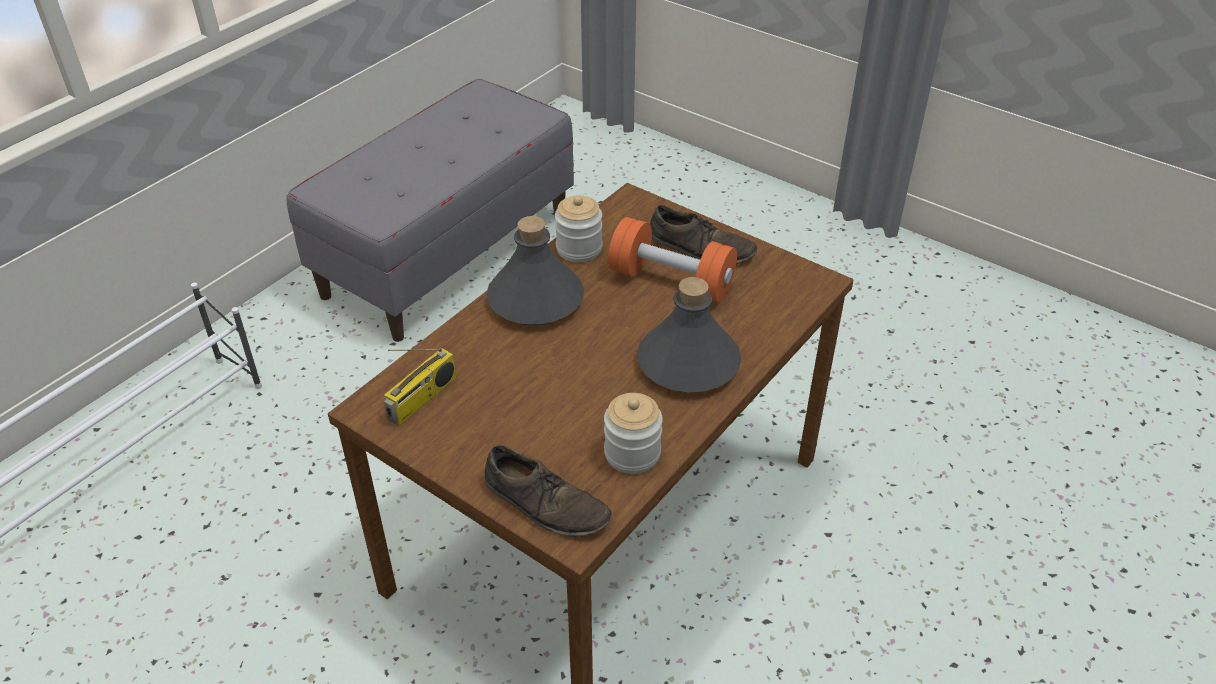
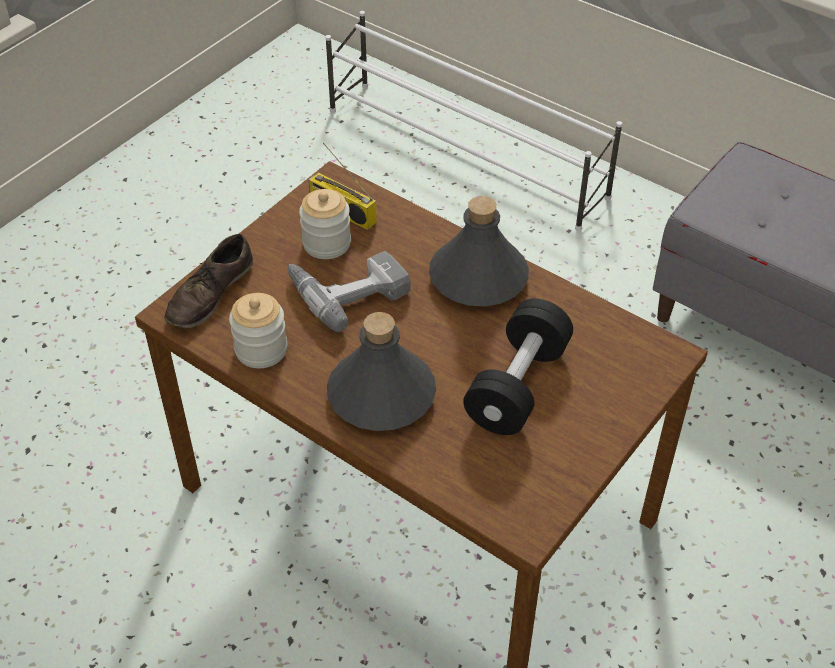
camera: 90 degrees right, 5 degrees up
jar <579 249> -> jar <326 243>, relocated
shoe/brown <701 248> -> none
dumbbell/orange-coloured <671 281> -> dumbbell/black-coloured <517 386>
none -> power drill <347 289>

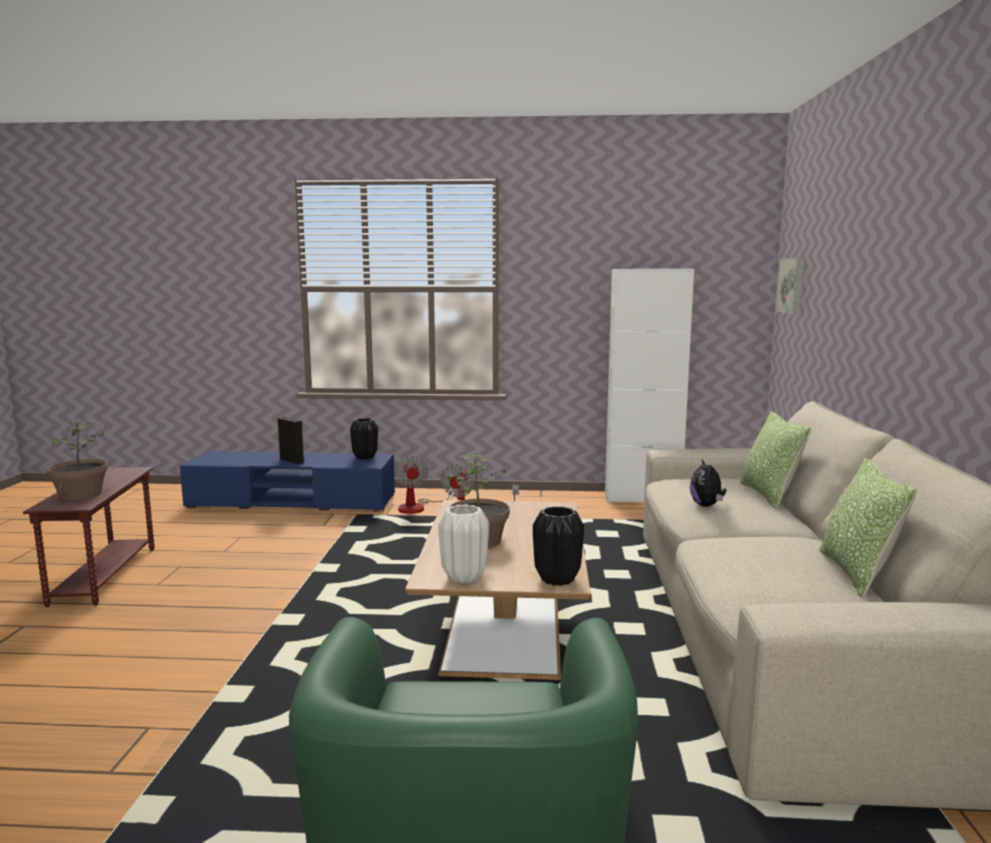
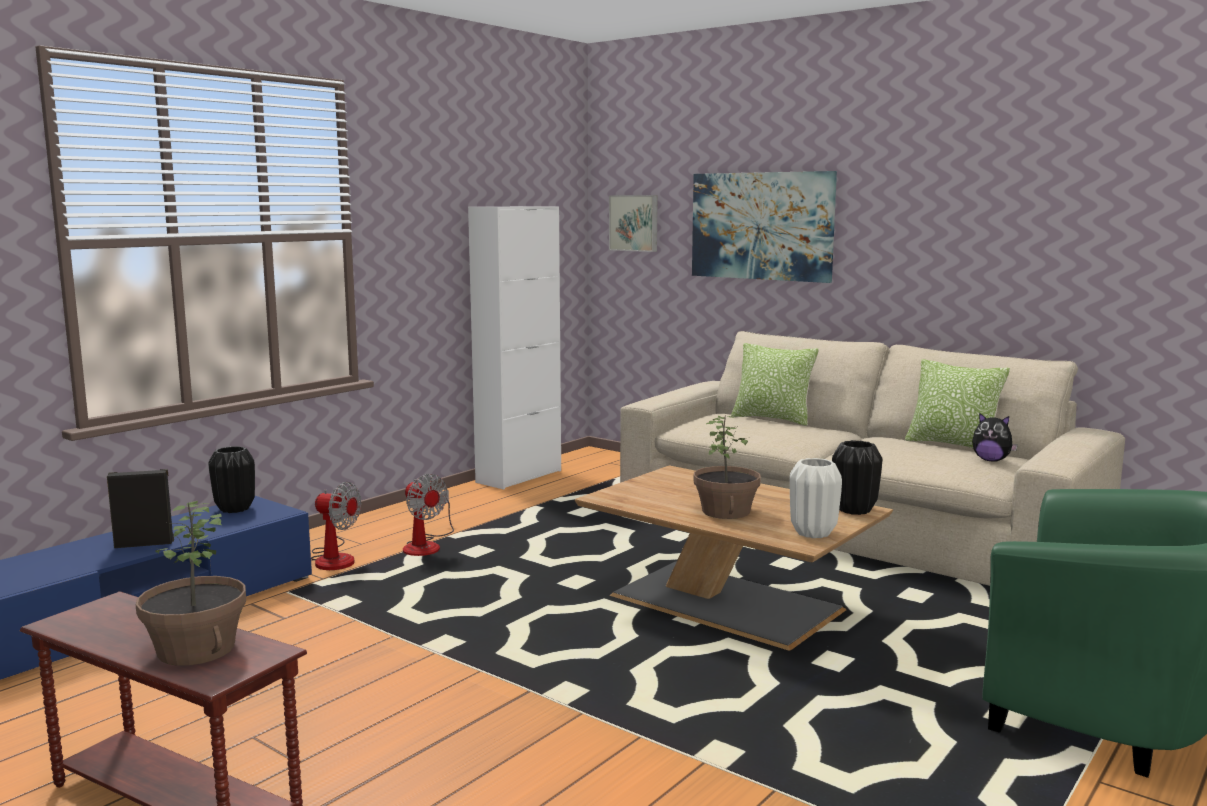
camera: 55 degrees left, 0 degrees up
cuddly toy <706 505> -> cuddly toy <991 460>, relocated
none -> wall picture <761 226>

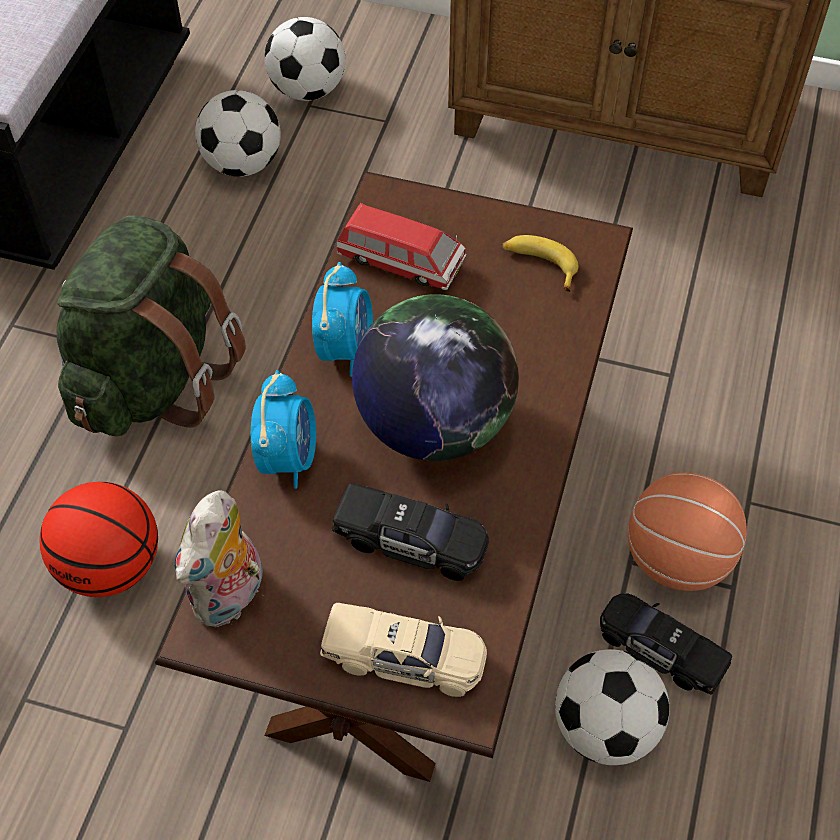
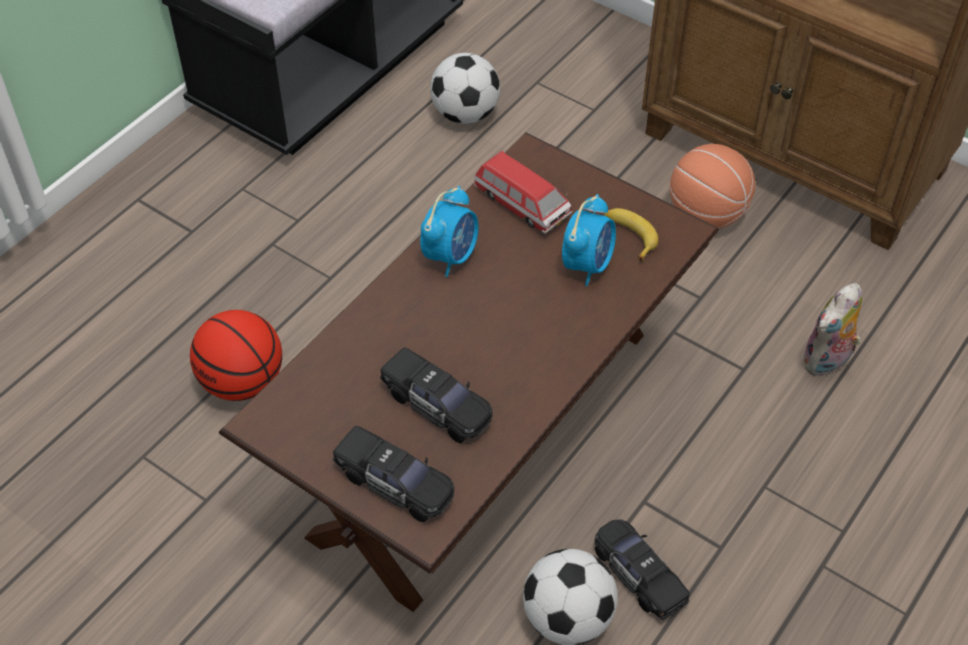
camera: 20 degrees right, 5 degrees down
ball for football <307 89> -> none
knapsack/green-coloured <153 379> -> none
world globe <434 423> -> none
table clock <288 457> -> table clock <587 264>, relocated
ball for basketball <678 558> -> ball for basketball <707 215>, relocated
cuddly toy <230 597> -> cuddly toy <827 362>, relocated
model car/beige-coloured <404 657> -> model car/black-coloured <395 483>

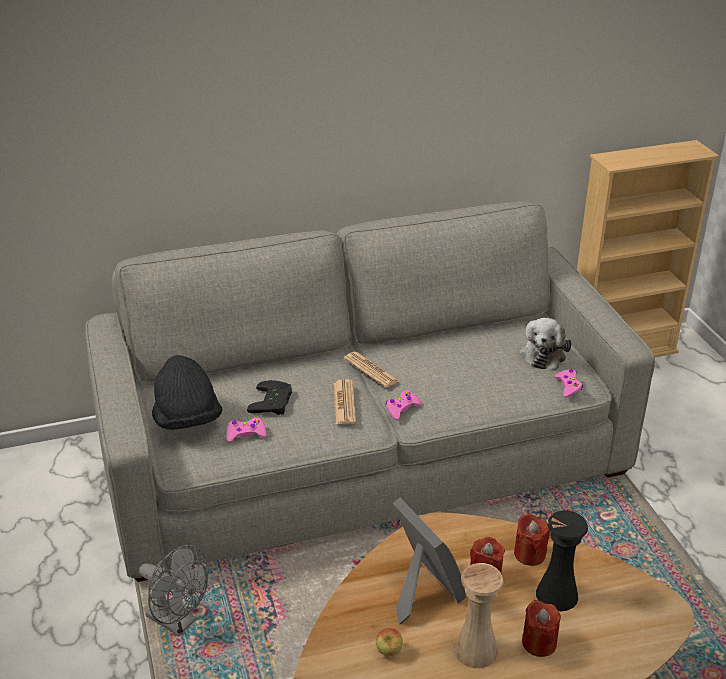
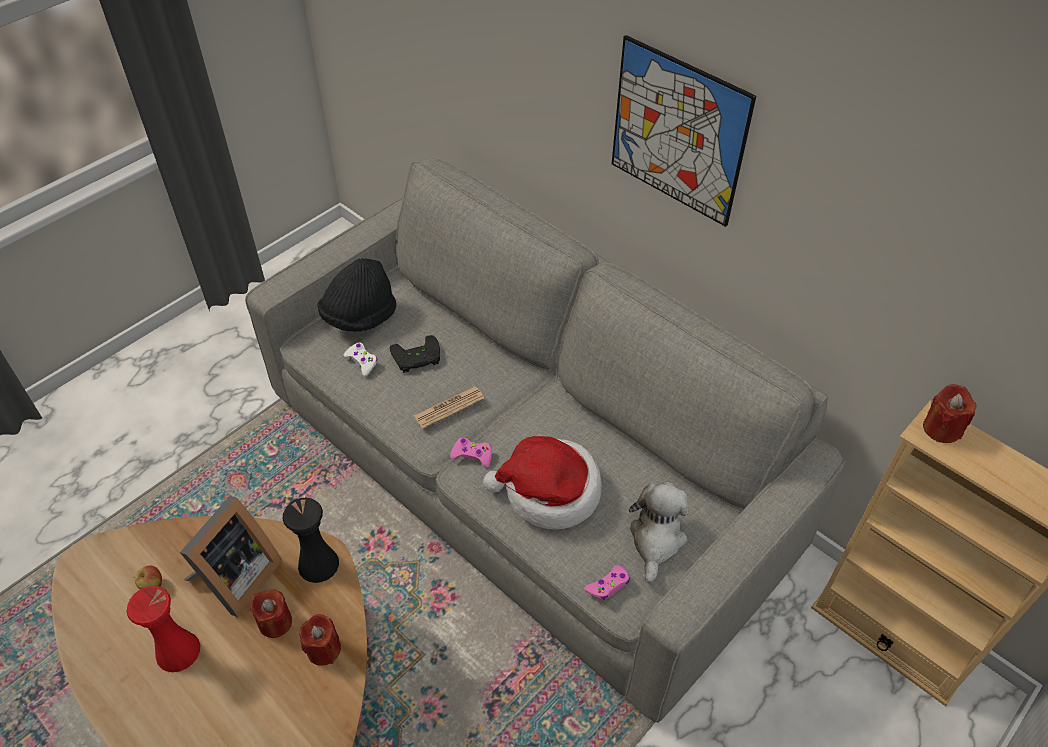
camera: 60 degrees right, 15 degrees up
cuddly toy <543 354> -> cuddly toy <656 539>, 120 degrees clockwise
daily paper <371 370> -> none
game controller/pink-coloured <246 434> -> game controller/white <362 361>
flower vase/black-coloured <557 595> -> flower vase/black-coloured <318 564>, relocated
electric fan/greyish <178 622> -> none
flower vase/beige-coloured <475 650> -> flower vase/reddish <178 651>
wax light/reddish <539 643> -> wax light/reddish <941 428>, relocated
none -> wall picture <678 132>
none -> clothing hat <549 492>

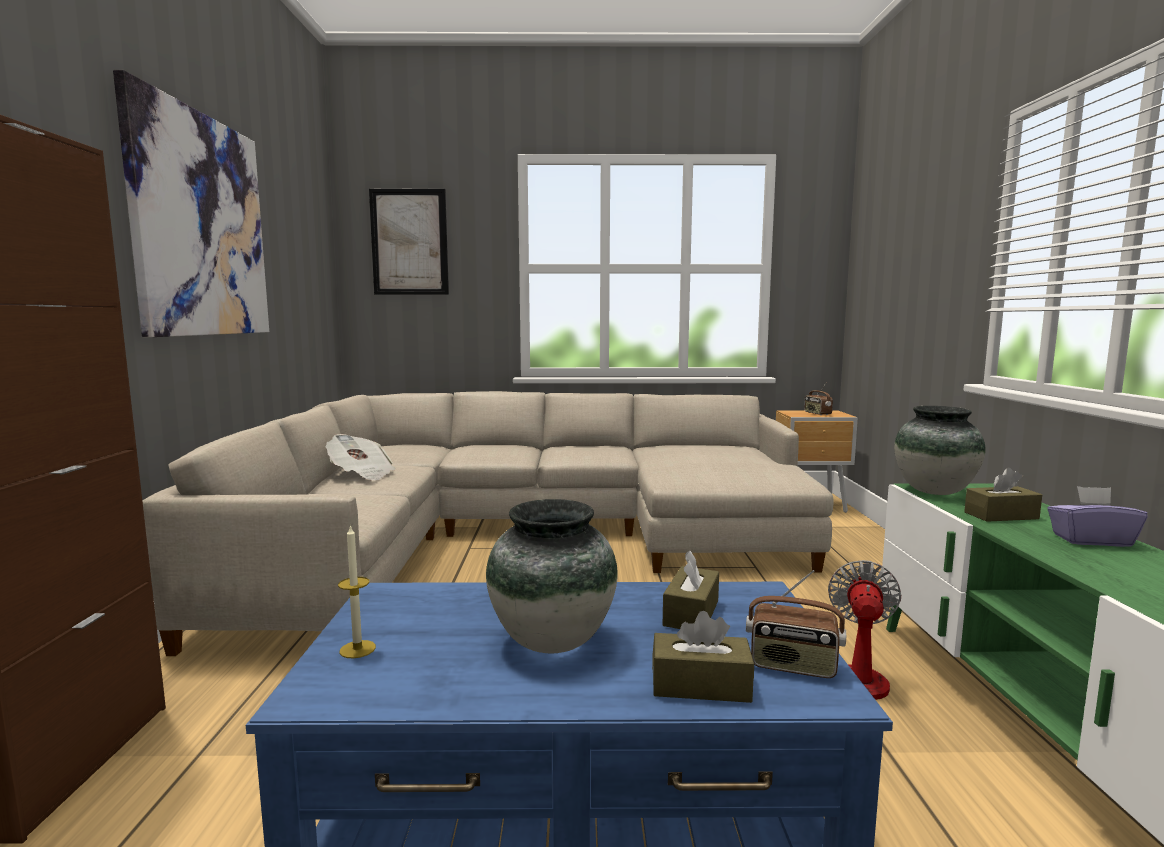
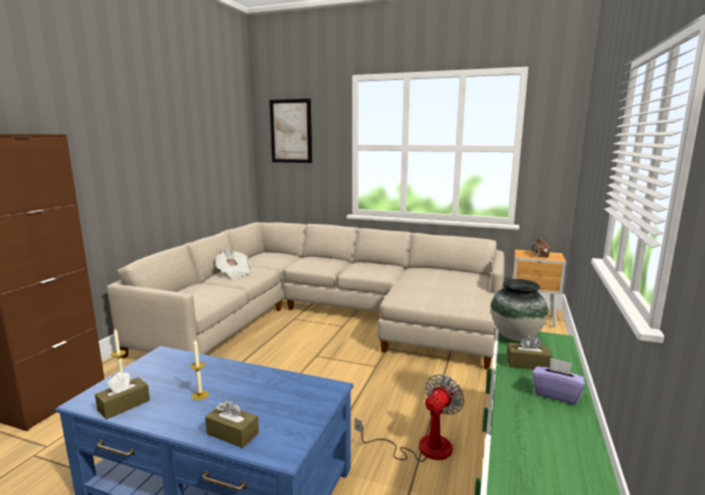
camera: 20 degrees right, 5 degrees up
wall picture <201 225> -> none
flower vase <553 641> -> wax light <200 395>
box of tissues/brown <691 613> -> box of tissues/brown <124 405>, relocated
radio <792 666> -> none

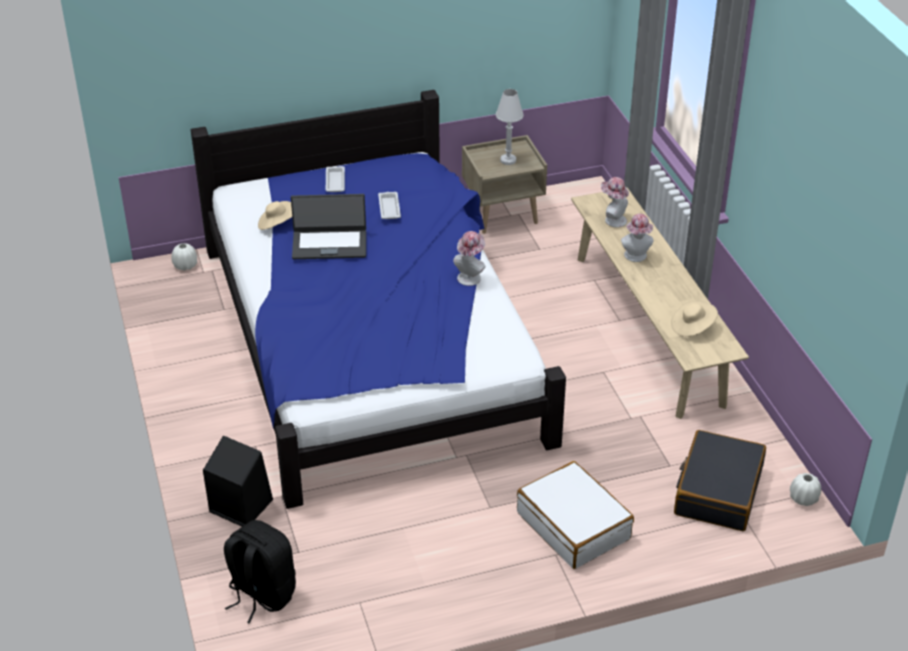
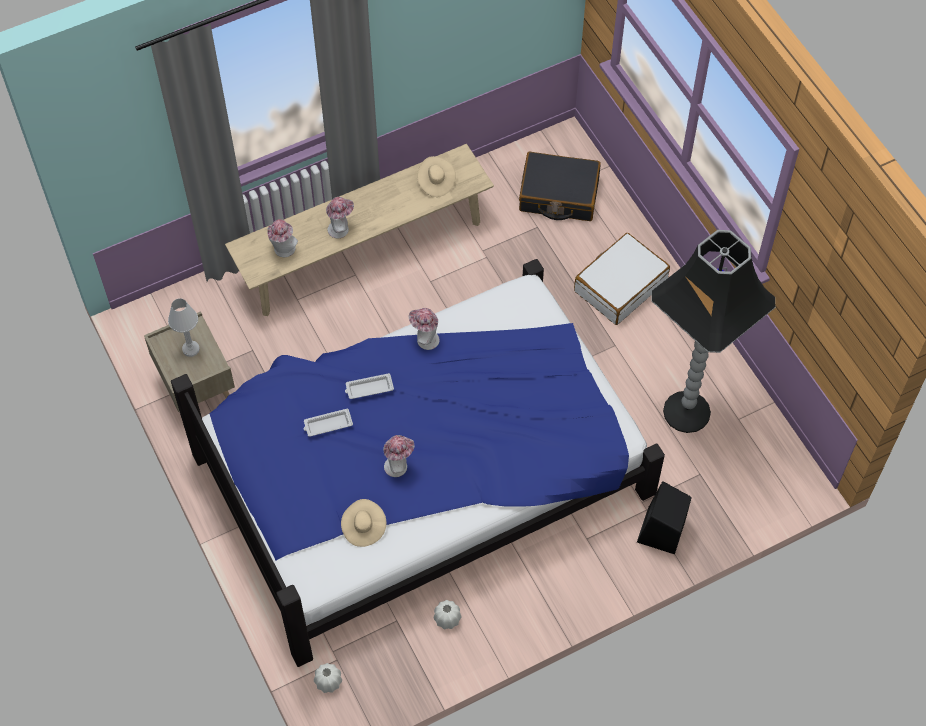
camera: 100 degrees left, 20 degrees up
carrying tray/white <335 181> -> carrying tray/white <368 388>, relocated
laptop <329 244> -> clothing hat <399 465>
flower vase/white <803 498> -> flower vase/white <447 618>, relocated
knapsack/black-coloured <261 594> -> none
none -> floor lamp/black-coloured <686 413>

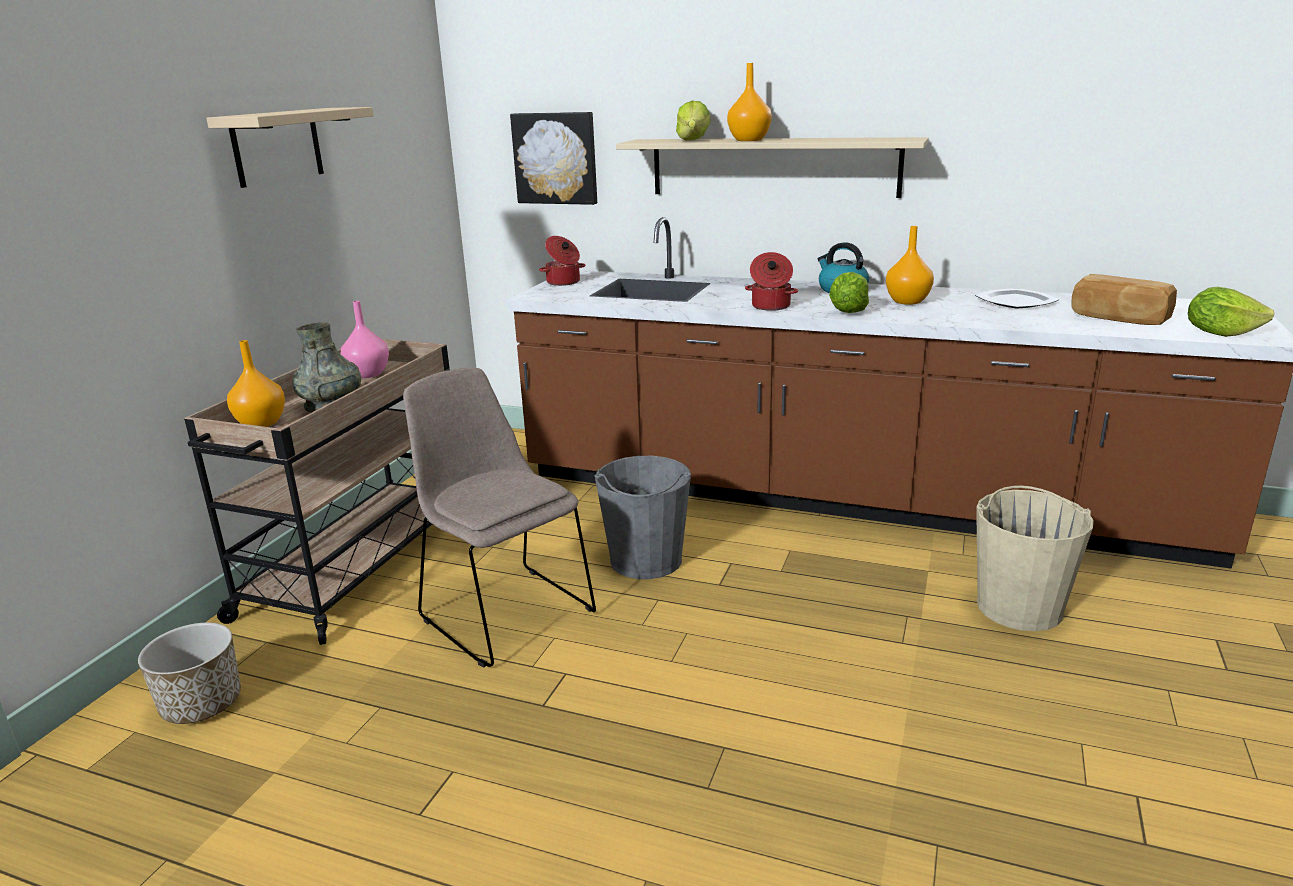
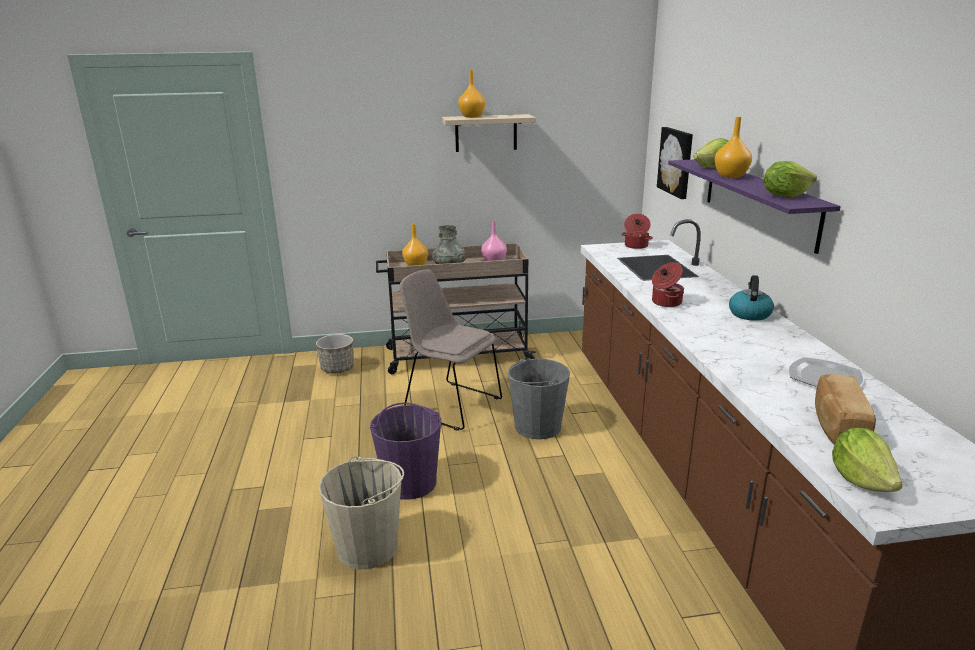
camera: 60 degrees right, 0 degrees up
bracket shelf/beige-coloured <773 167> -> bracket shelf/purple <758 201>
flower vase/orange-coloured <908 302> -> flower vase/orange-coloured <471 117>, relocated
lettuce <848 311> -> lettuce <784 196>, relocated
plain chair/beige-coloured <504 612> -> plain chair/beige-coloured <450 404>, 75 degrees counterclockwise
bucket/beige-coloured <1019 607> -> bucket/beige-coloured <368 547>, relocated
none -> bucket/purple <410 482>

